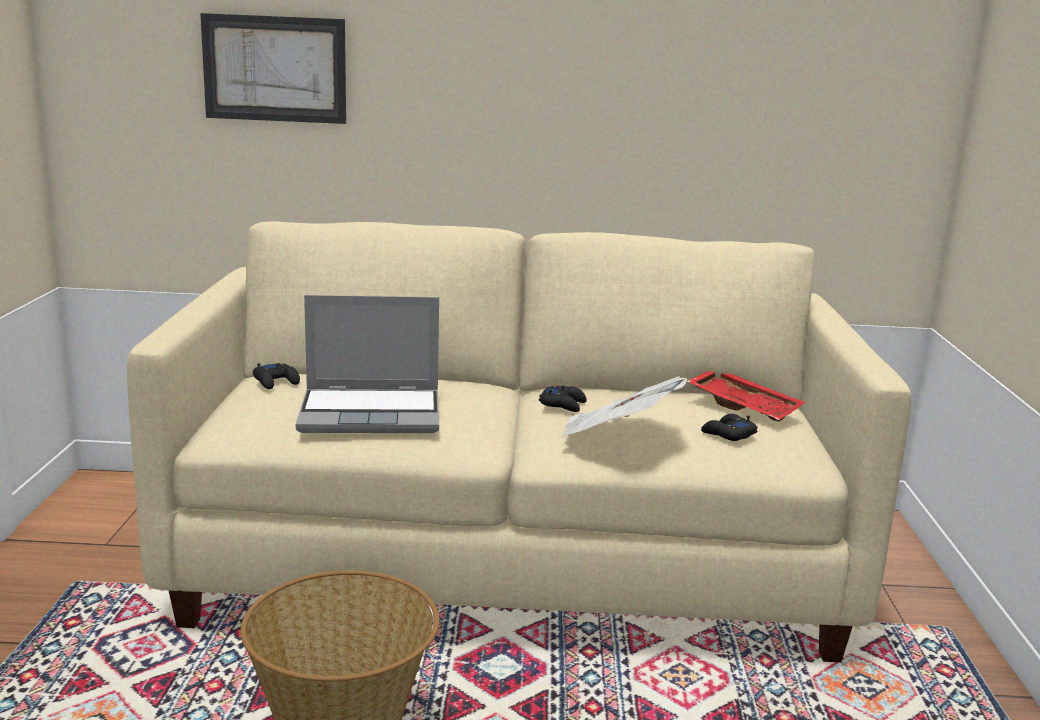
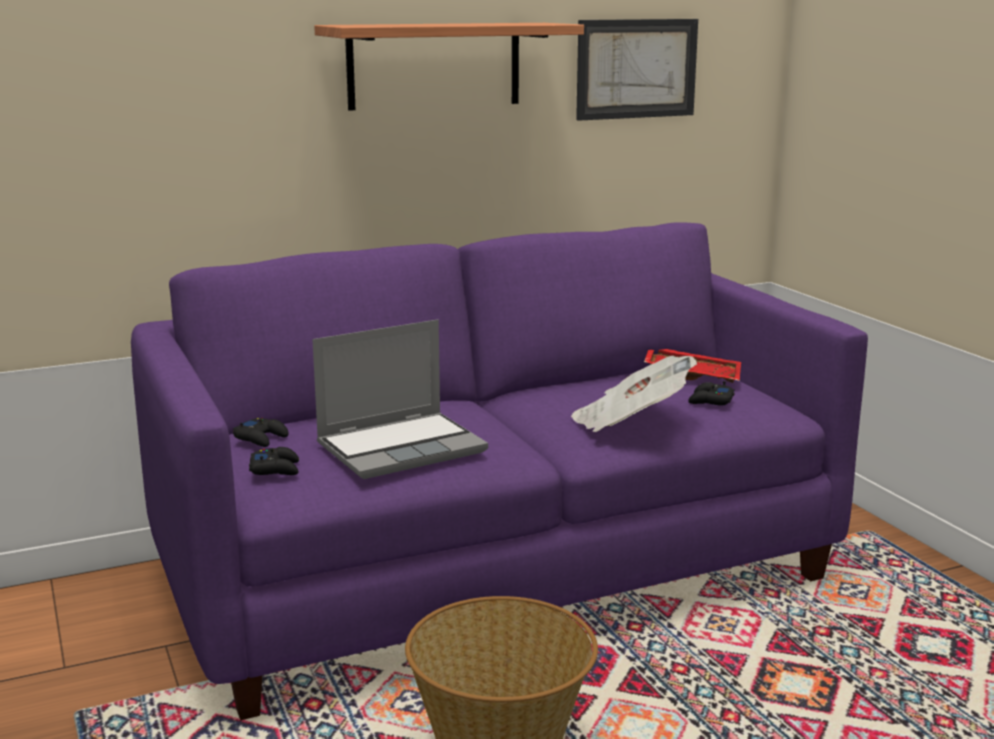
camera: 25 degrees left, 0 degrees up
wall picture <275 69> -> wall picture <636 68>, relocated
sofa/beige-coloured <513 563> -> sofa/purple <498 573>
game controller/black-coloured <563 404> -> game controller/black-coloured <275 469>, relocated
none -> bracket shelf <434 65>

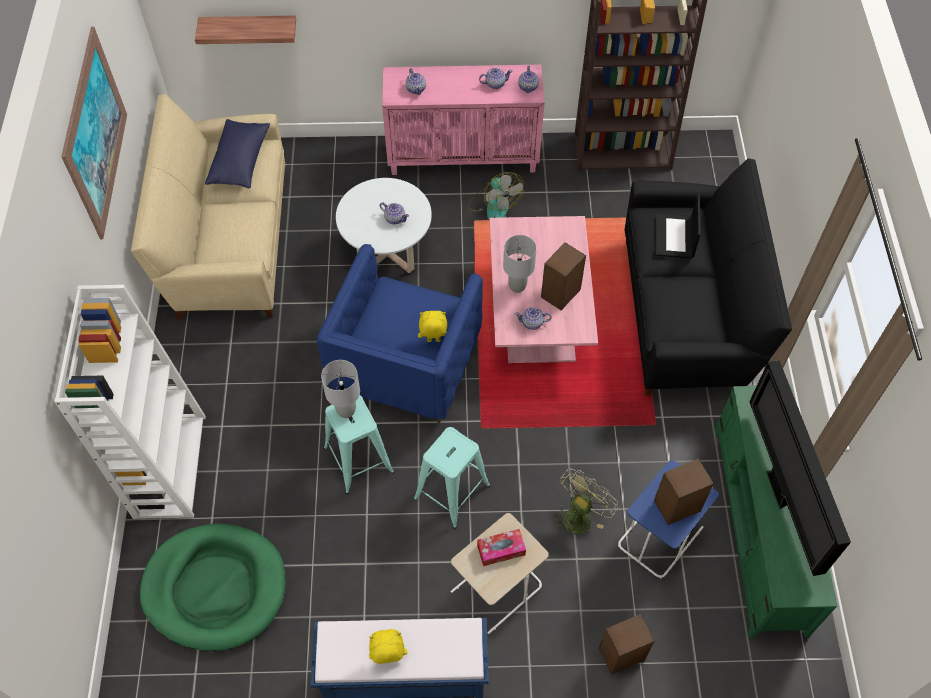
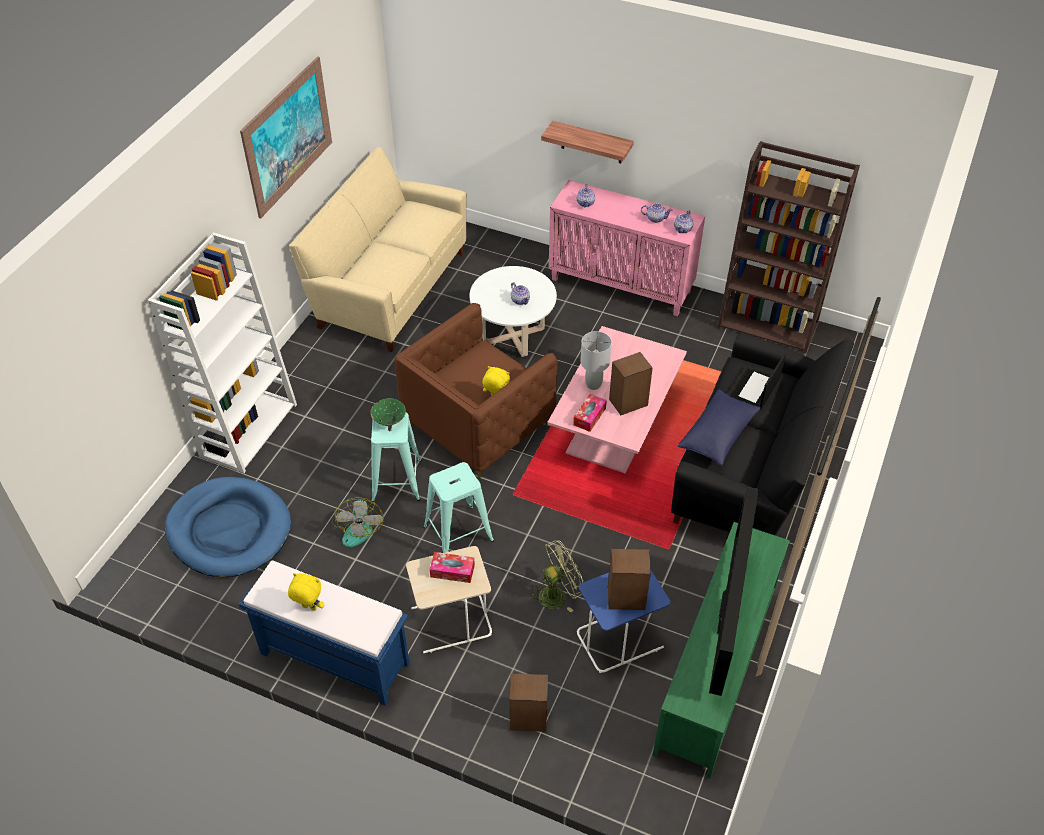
camera: 25 degrees right, 10 degrees down
bracket shelf <249 28> -> bracket shelf <592 143>, relocated
pillow/blue-coloured <240 162> -> pillow/blue-coloured <718 435>, relocated
electric fan <493 205> -> electric fan <358 527>, relocated
armchair/blue-coloured <405 364> -> armchair/brown <478 423>
tea pot <532 323> -> box of tissues <589 416>
lamp for a table/greyish <346 410> -> deep dish/green-coloured <389 420>
dog bed/green-coloured <215 588> -> dog bed/blue-coloured <229 530>

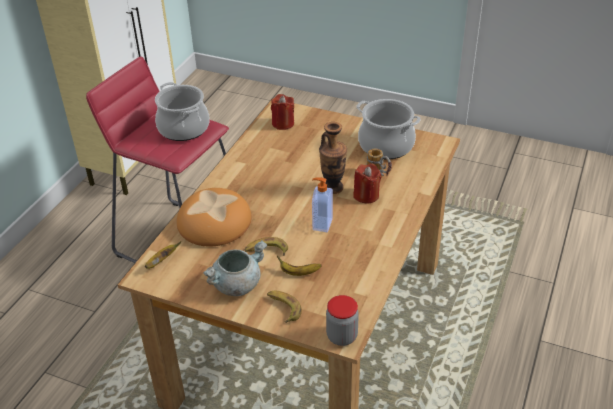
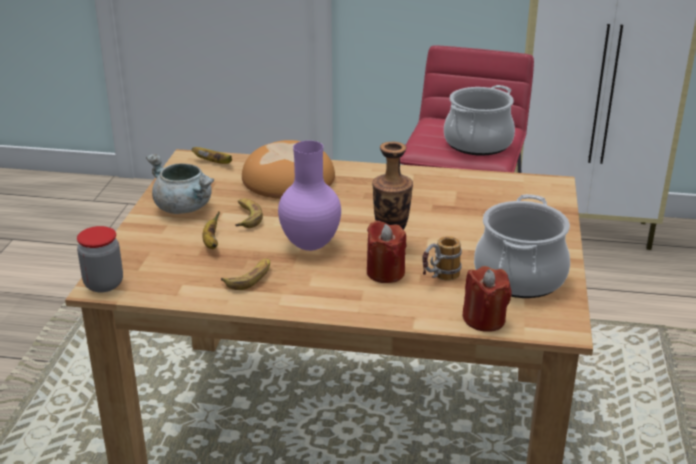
camera: 75 degrees right, 10 degrees down
wax light/reddish <283 123> -> wax light/reddish <484 319>, relocated
soap dispenser <321 224> -> flower vase/purple <309 246>
whole banana <283 308> -> whole banana <250 278>, relocated

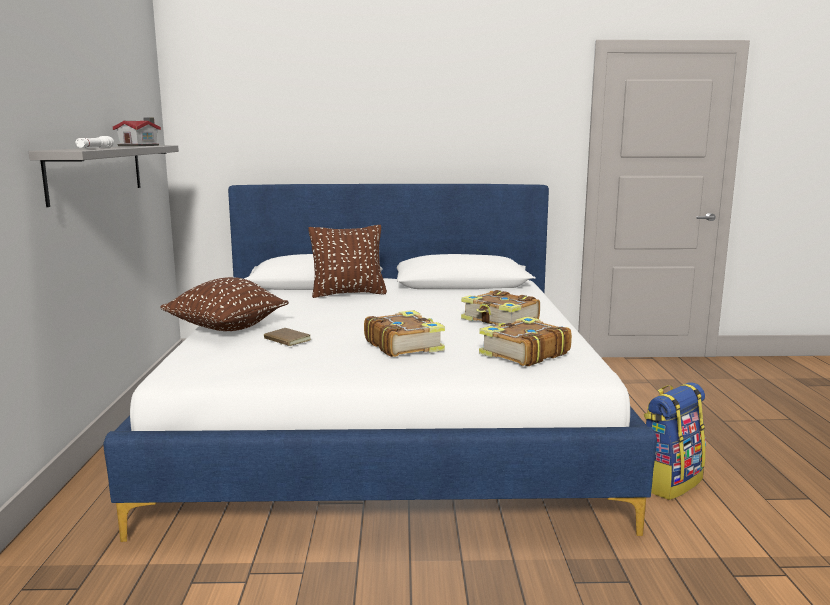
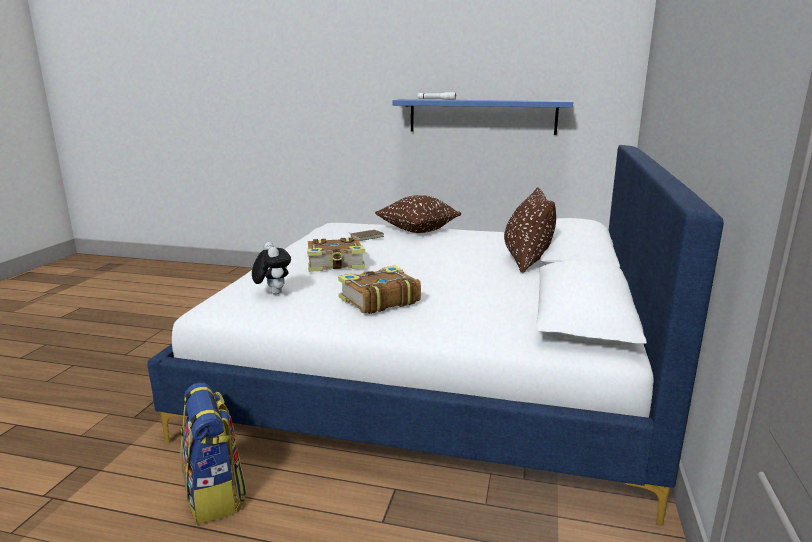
camera: 105 degrees right, 5 degrees up
toy house <140 145> -> none
bracket shelf/greyish <97 171> -> bracket shelf/blue-coloured <482 116>
book <523 354> -> cuddly toy <273 293>

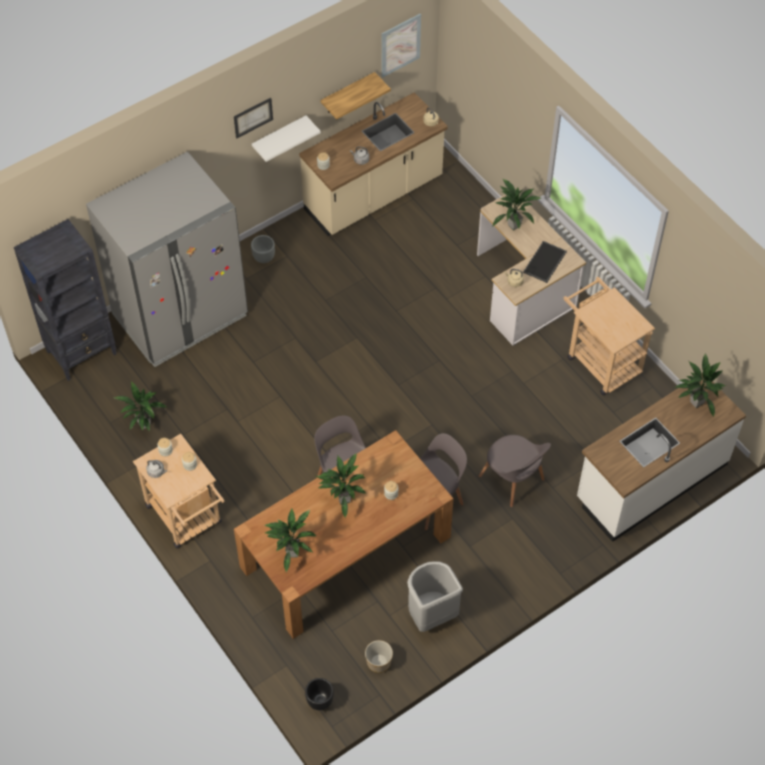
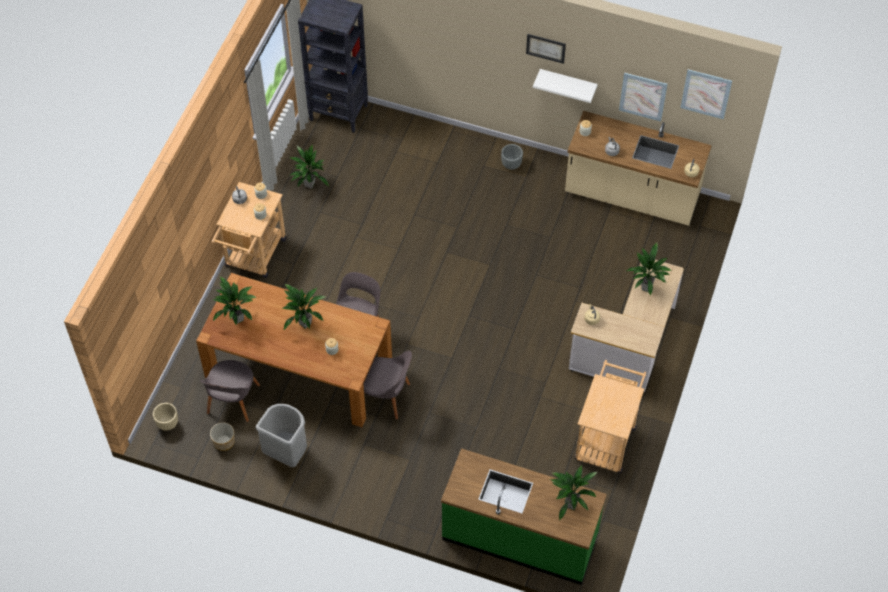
camera: 55 degrees right, 0 degrees up
bracket shelf <347 93> -> wall picture <643 96>
fridge/greyish <180 316> -> none
carrying tray <545 262> -> none
kitchen counter/white <651 481> -> kitchen counter/green-coloured <520 537>
plain chair/greyish <513 480> -> plain chair/greyish <232 401>, relocated
plant pot/black-coloured <319 701> -> plant pot/beige-coloured <167 424>

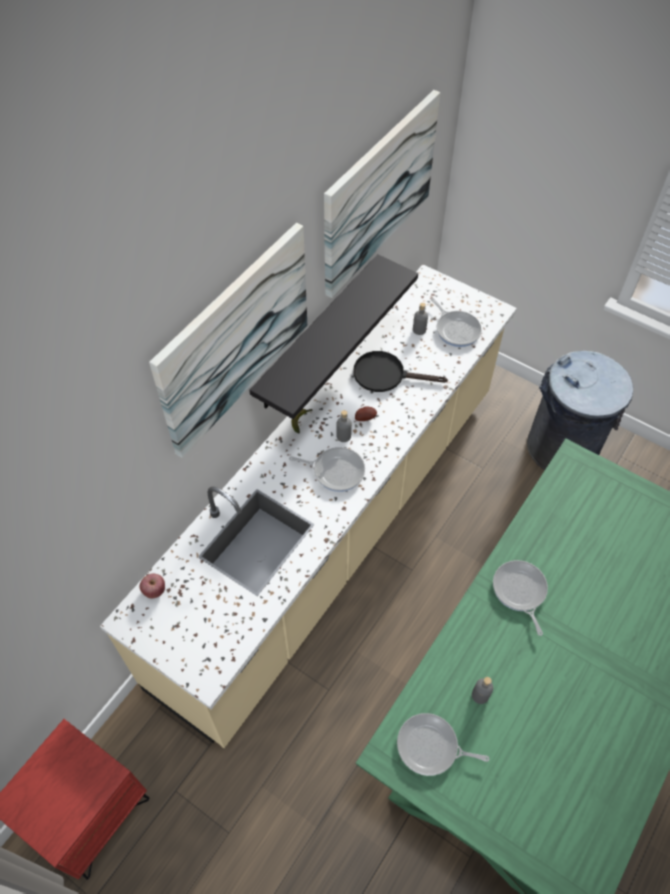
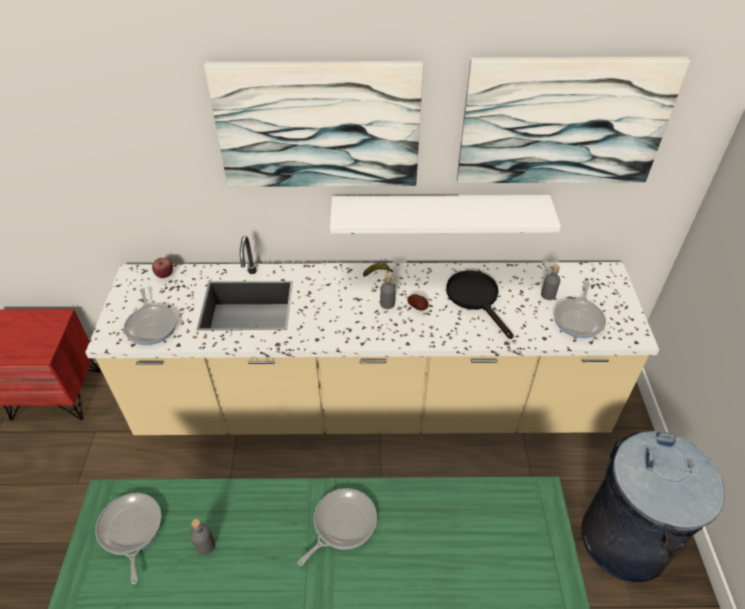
camera: 55 degrees right, 10 degrees down
bracket shelf/black-coloured <317 334> -> bracket shelf/white <439 214>
pan <335 471> -> pan <151 325>, relocated

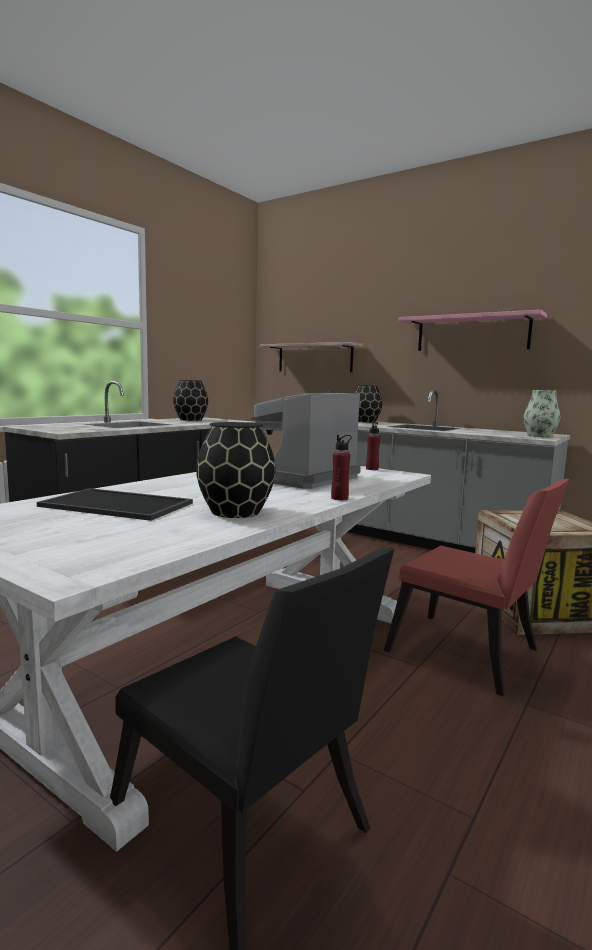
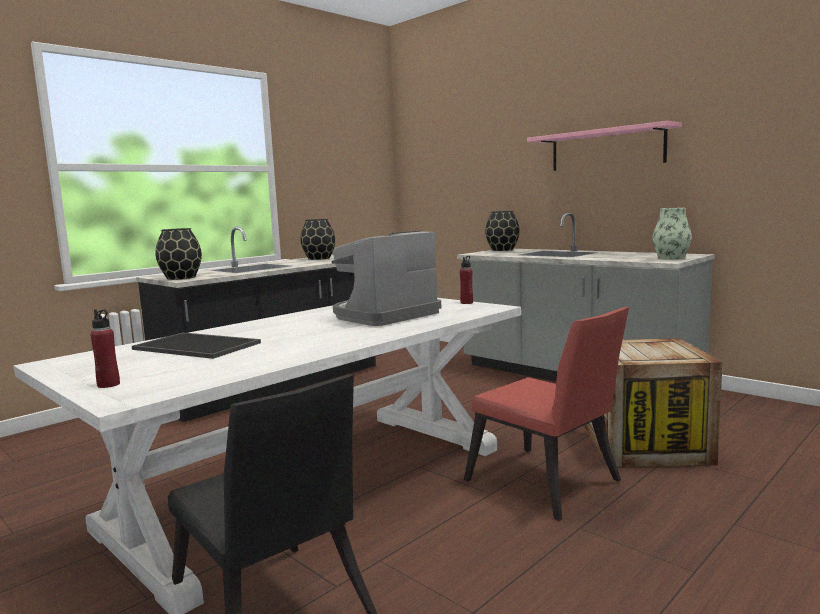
camera: 10 degrees right, 0 degrees up
bracket shelf <314 358> -> none
flower vase/black-coloured <235 512> -> flower vase/black-coloured <181 278>, relocated
drink bottle/reddish <339 498> -> drink bottle/reddish <108 384>, relocated

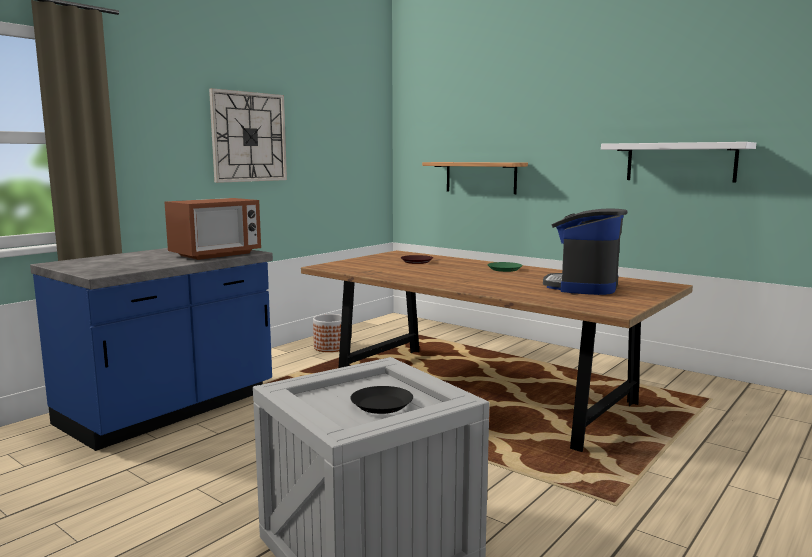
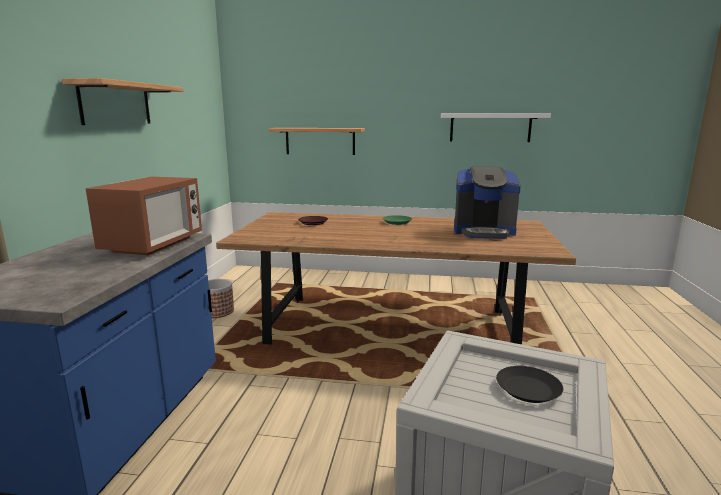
camera: 30 degrees left, 5 degrees up
hanging clock <249 137> -> bracket shelf <116 104>
coffee machine <583 286> -> coffee machine <483 231>, 75 degrees counterclockwise

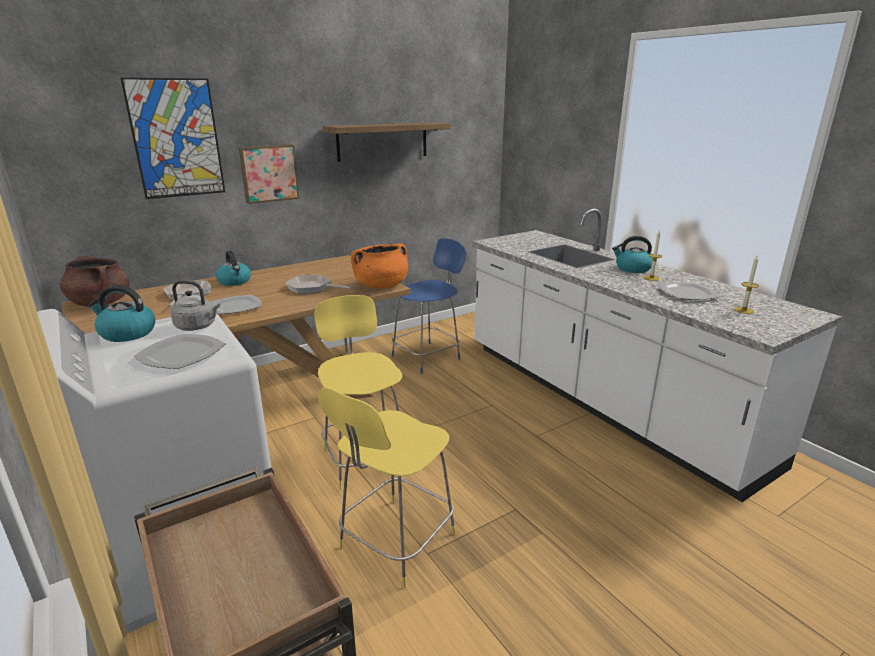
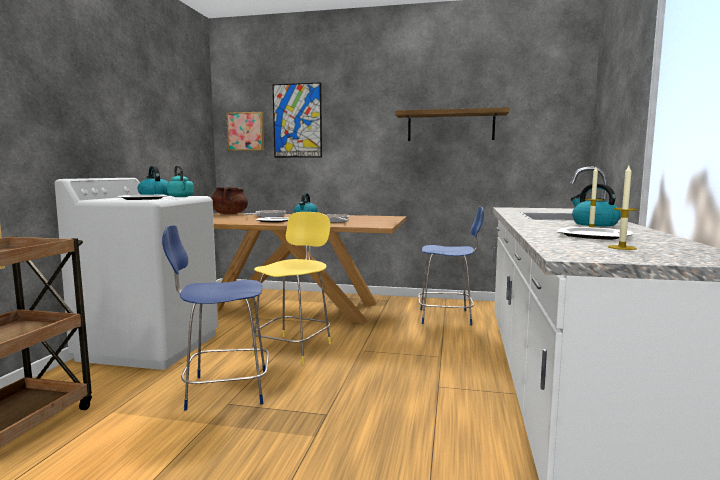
camera: 45 degrees right, 15 degrees down
wall picture <269 173> -> wall picture <246 131>, relocated
stockpot/orange-coloured <381 286> -> none
kettle/greyish <198 326> -> kettle/turquoise <181 197>
stool/yellowish <395 543> -> stool/blue-coloured <224 390>

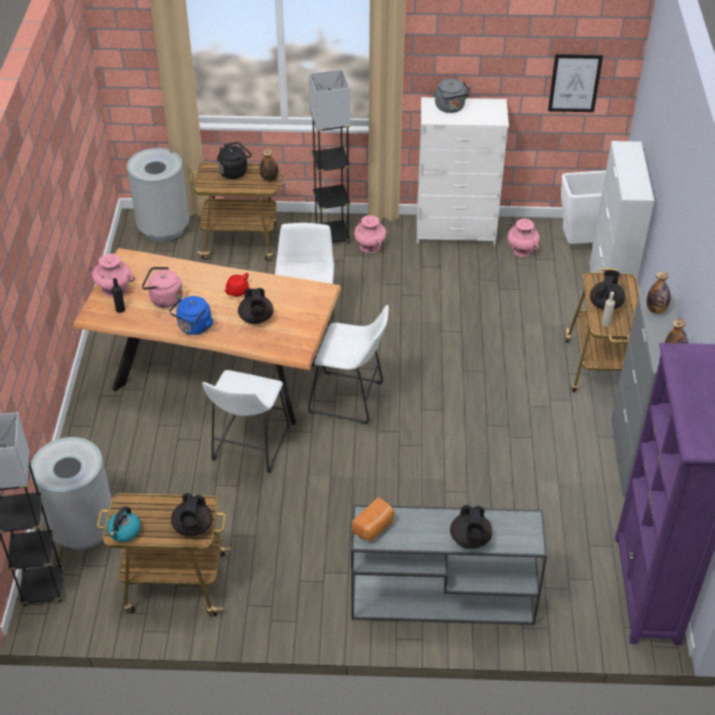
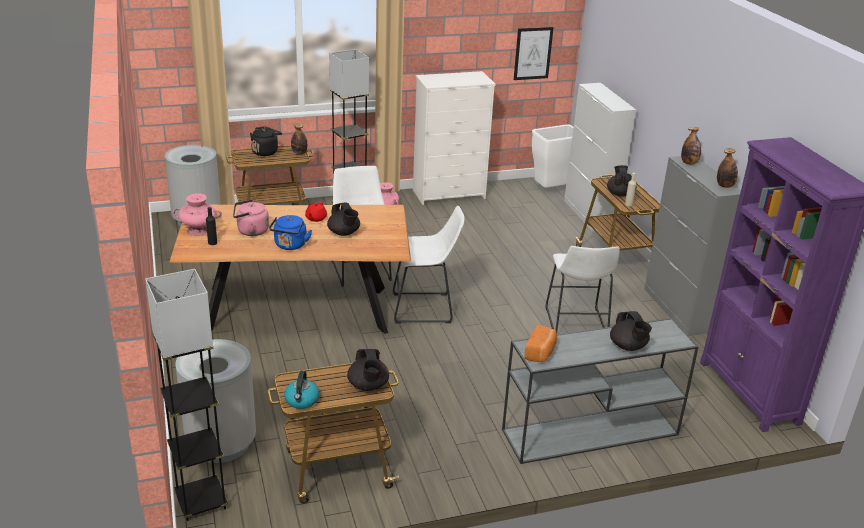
camera: 20 degrees left, 15 degrees down
kettle/greyish <451 108> -> none
flower vase/pink-coloured <522 250> -> none
stool/white <248 447> -> stool/white <576 325>, relocated

